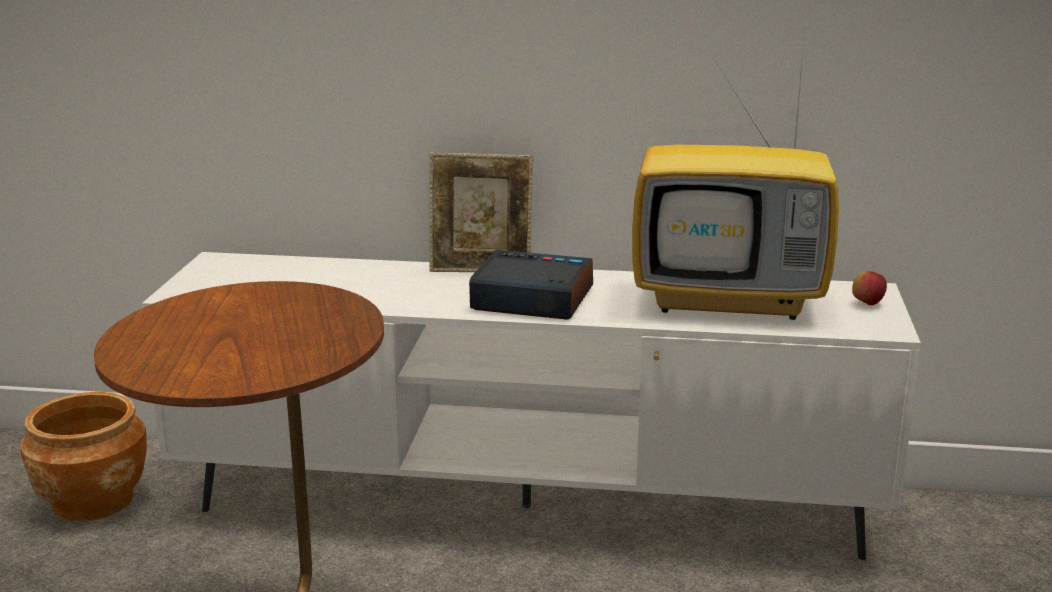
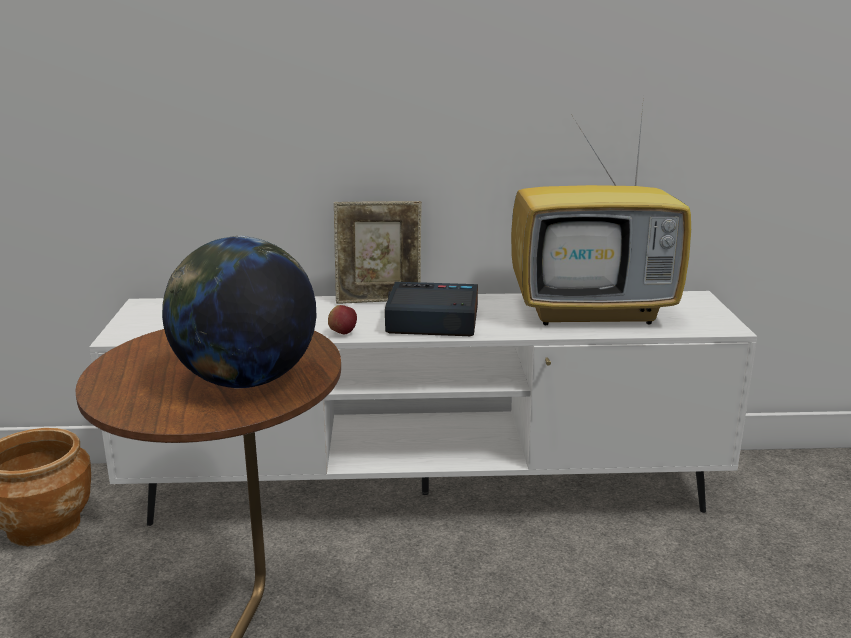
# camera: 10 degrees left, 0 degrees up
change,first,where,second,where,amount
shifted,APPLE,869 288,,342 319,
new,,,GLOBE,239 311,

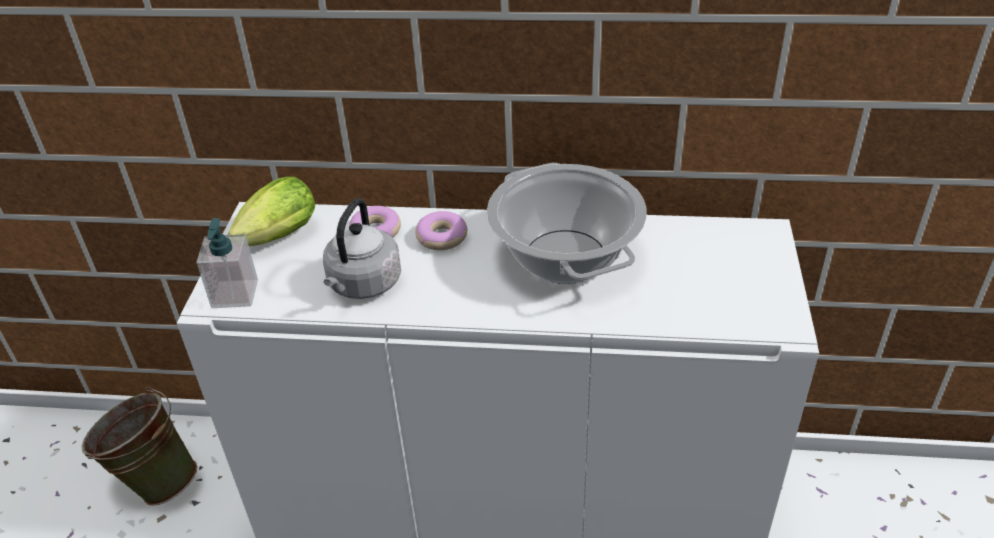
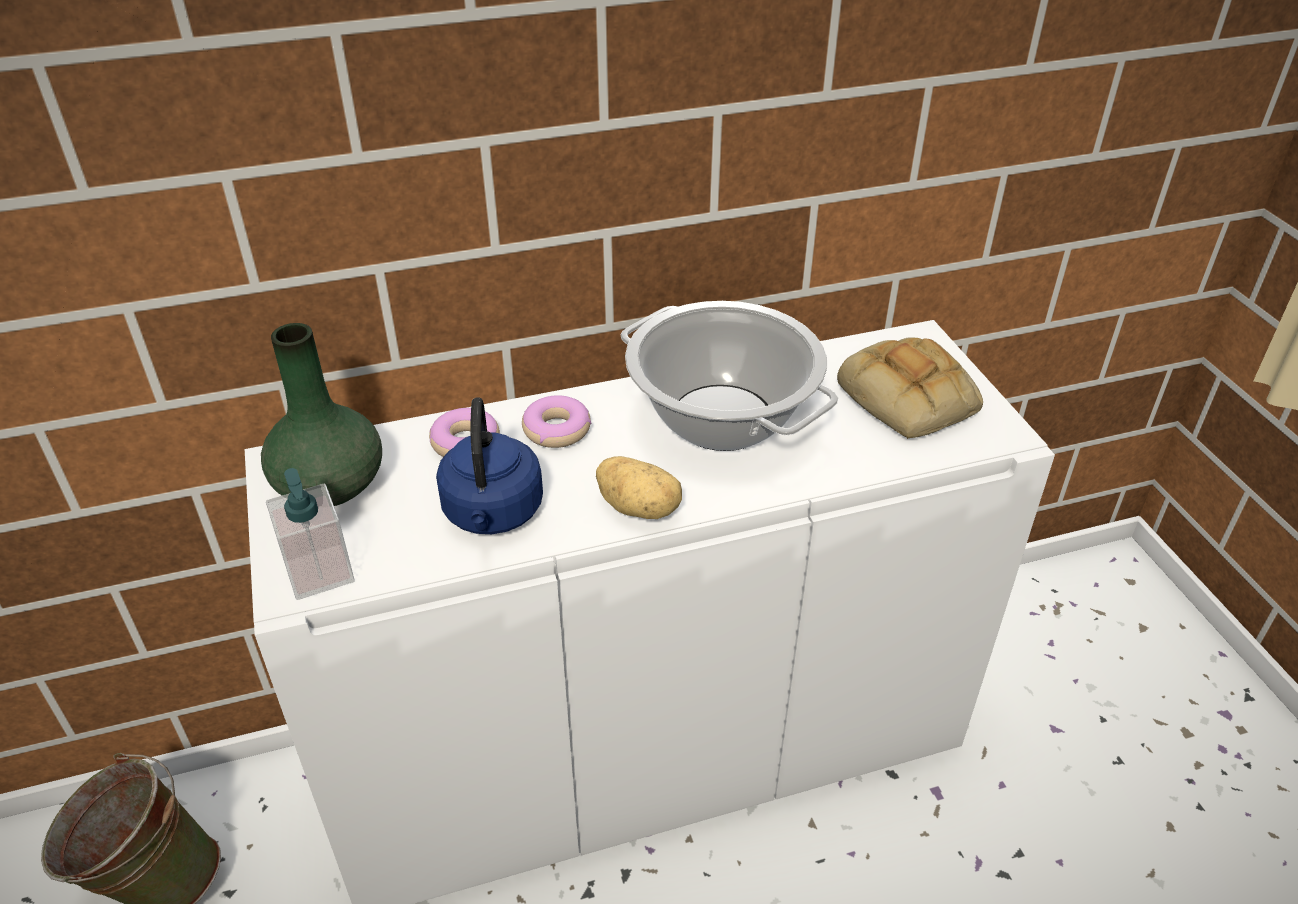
# camera: 25 degrees left, 0 degrees up
change,first,where,second,where,amount
swapped,LETTUCE,271 211,GREEN VASE,321 414,
repainted,GREY KETTLE,362 248,BLUE KETTLE,489 465,
new,,,POTATO,639 487,
new,,,BREAD,910 388,

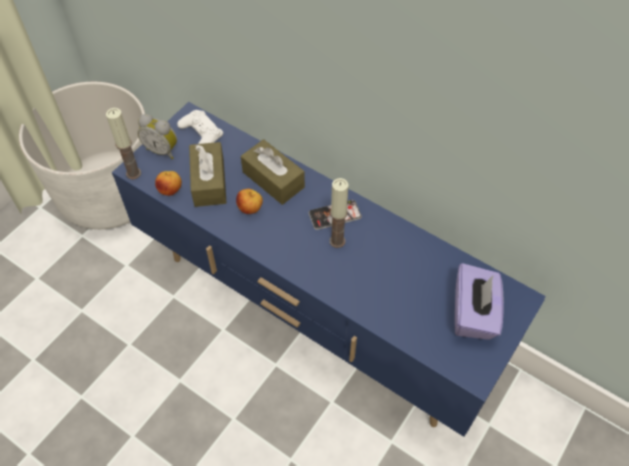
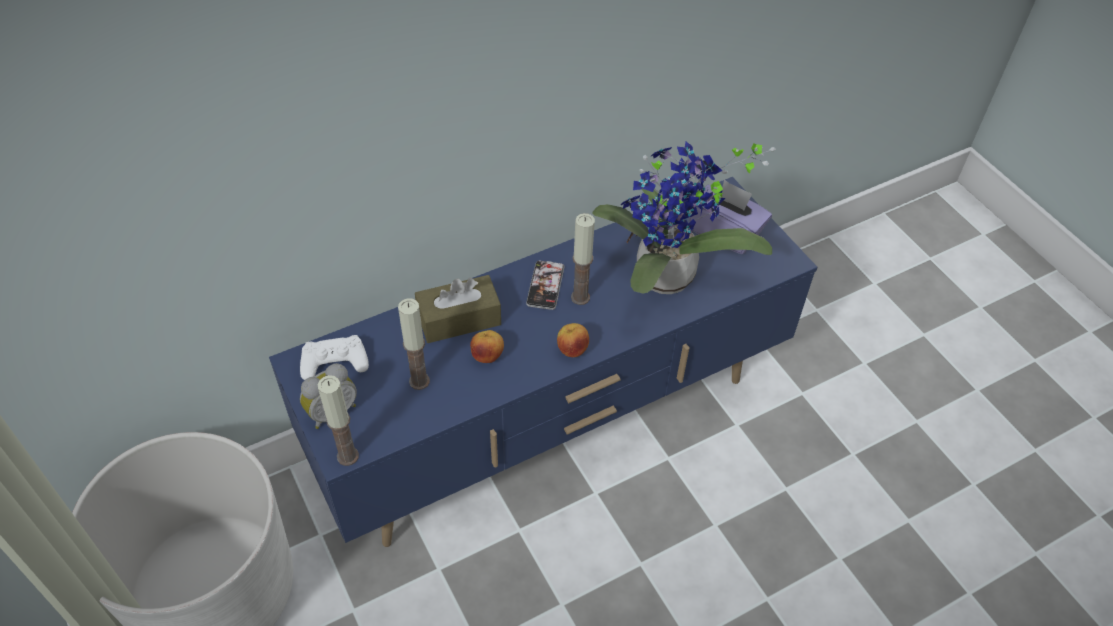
# camera: 65 degrees left, 5 degrees down
change,first,where,second,where,amount
shifted,APPLE,168 183,,573 340,
swapped,BROWN TISSUE BOX,208 174,CANDLE,414 344,
new,,,POTTED PLANT,684 217,

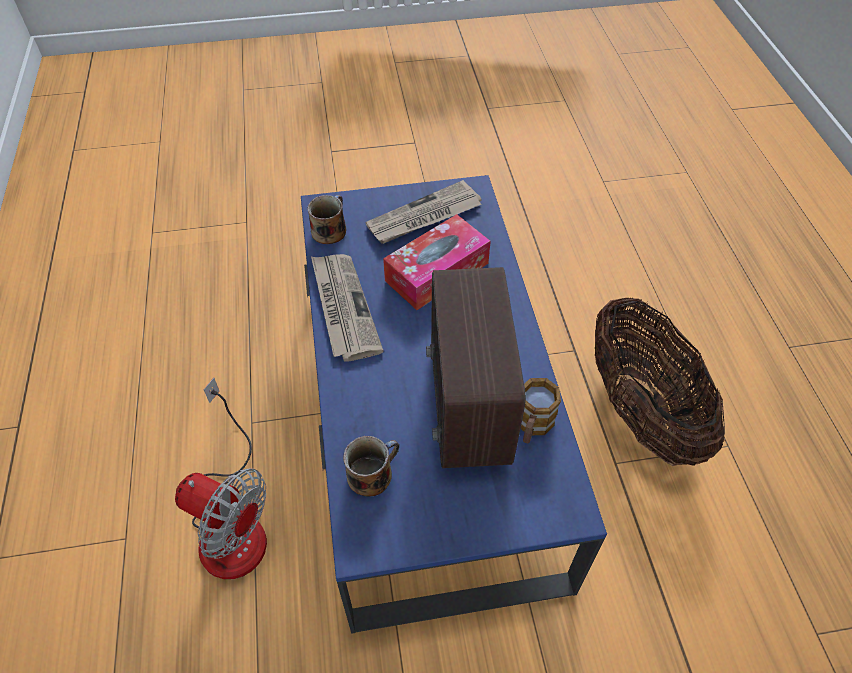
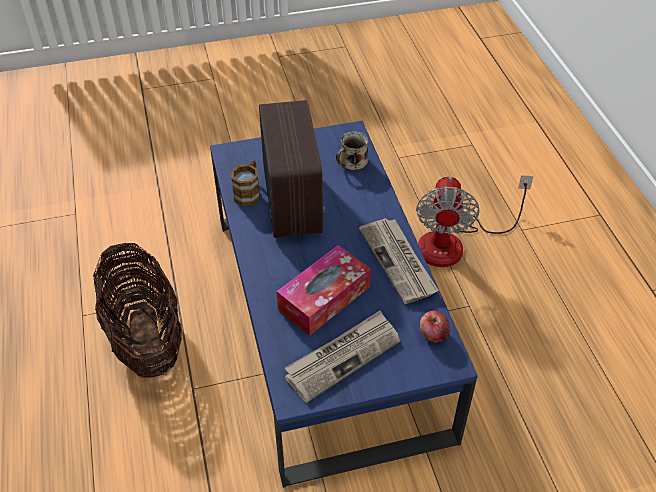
# camera: 175 degrees right, 5 degrees down
change,first,where,second,where,amount
rotated,FAN,221 478,,474 221,105 degrees counterclockwise
swapped,MUG,326 219,APPLE,435 327,

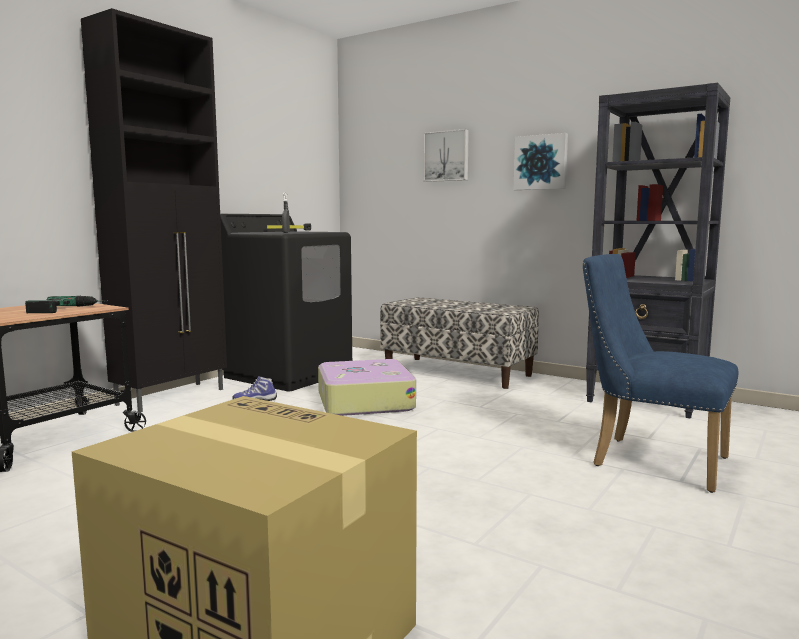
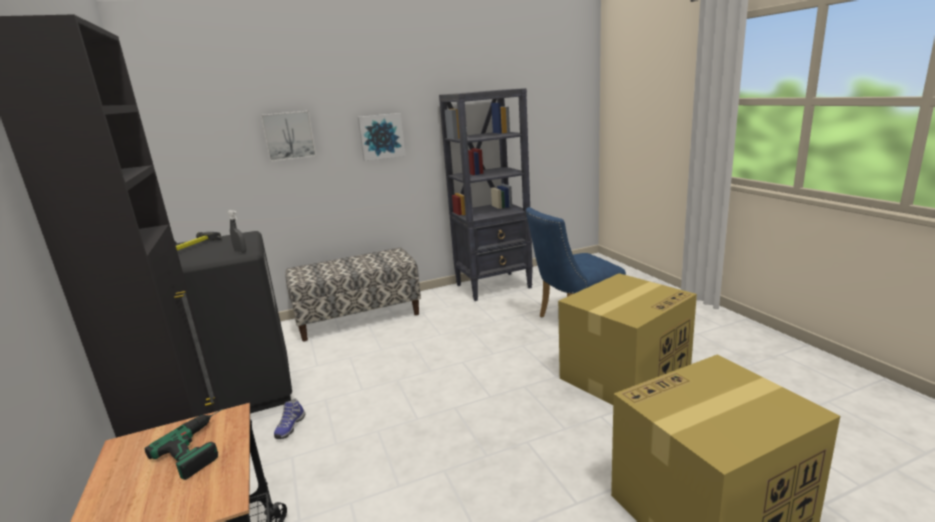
# camera: 55 degrees left, 10 degrees up
change,first,where,second,where,amount
gone,SUITCASE,367 387,,,
new,,,CARDBOARD BOX,627 339,

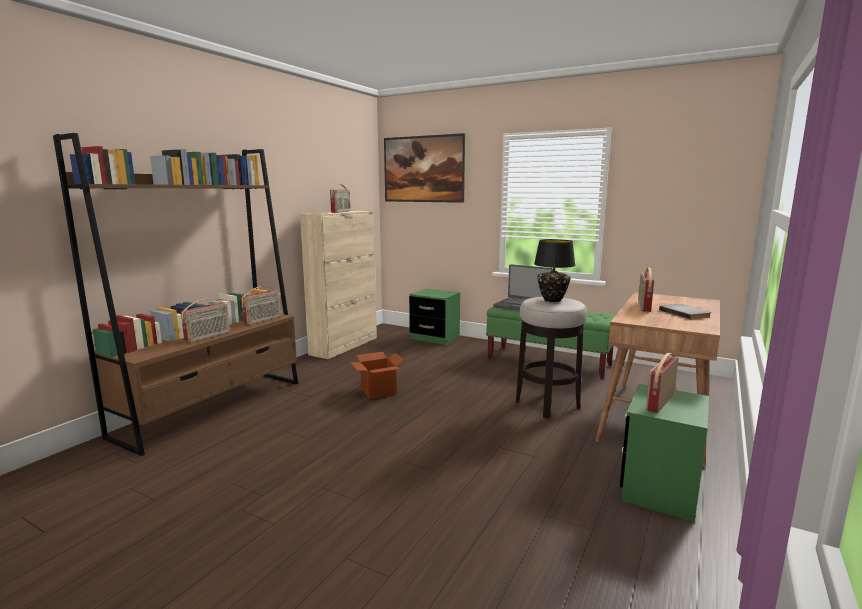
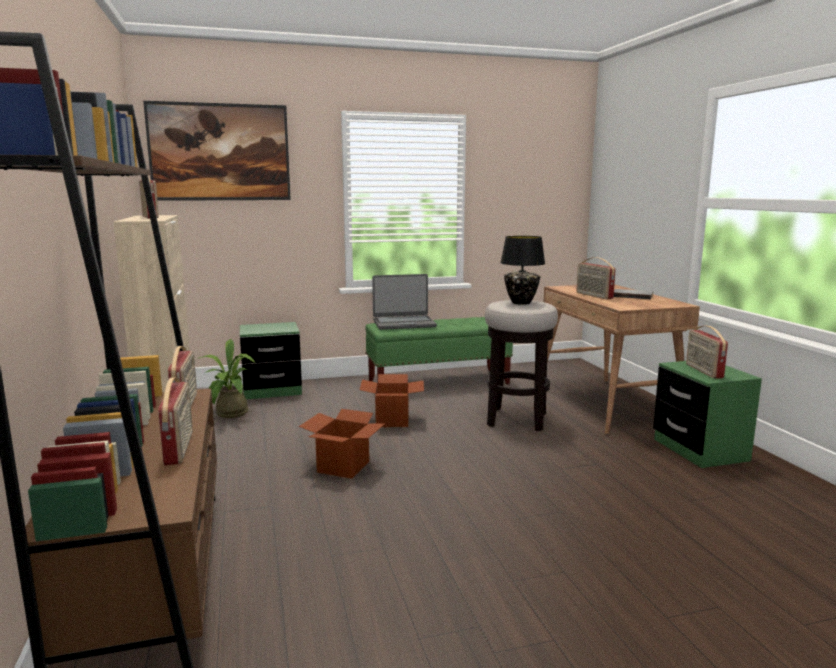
# camera: 45 degrees left, 0 degrees up
change,first,where,second,where,amount
new,,,POTTED PLANT,227 378,
new,,,CARDBOARD BOX,392 400,

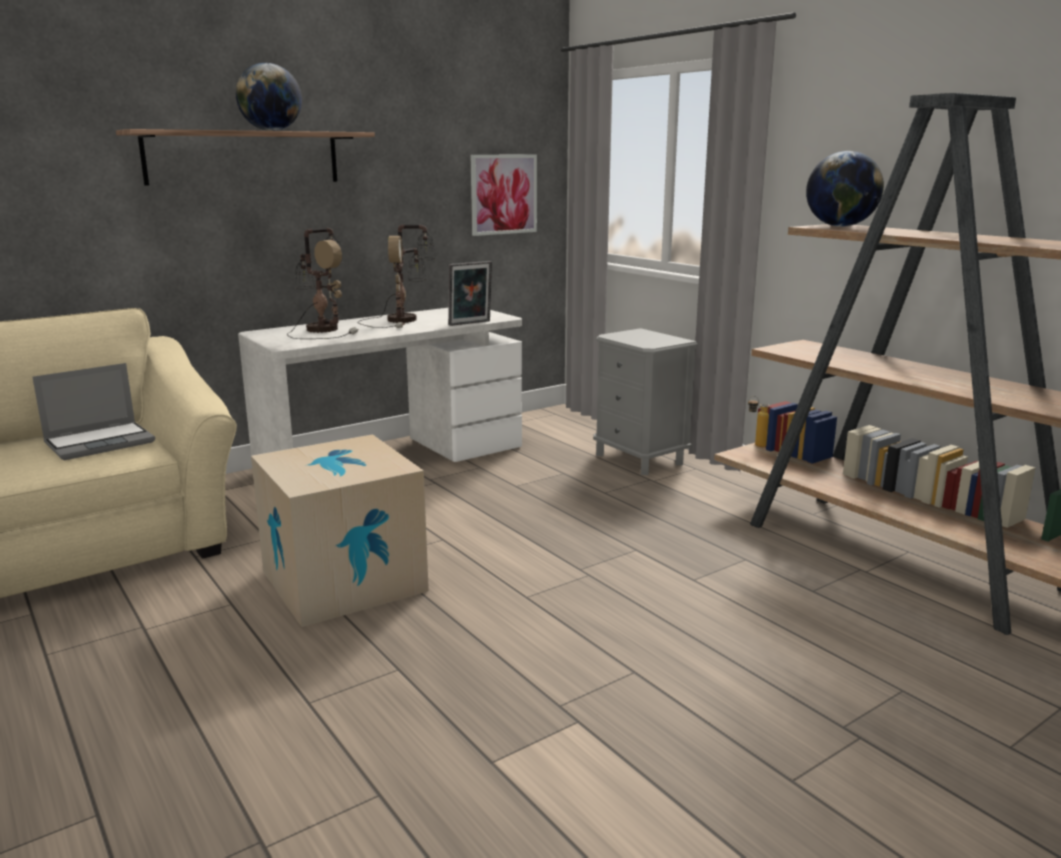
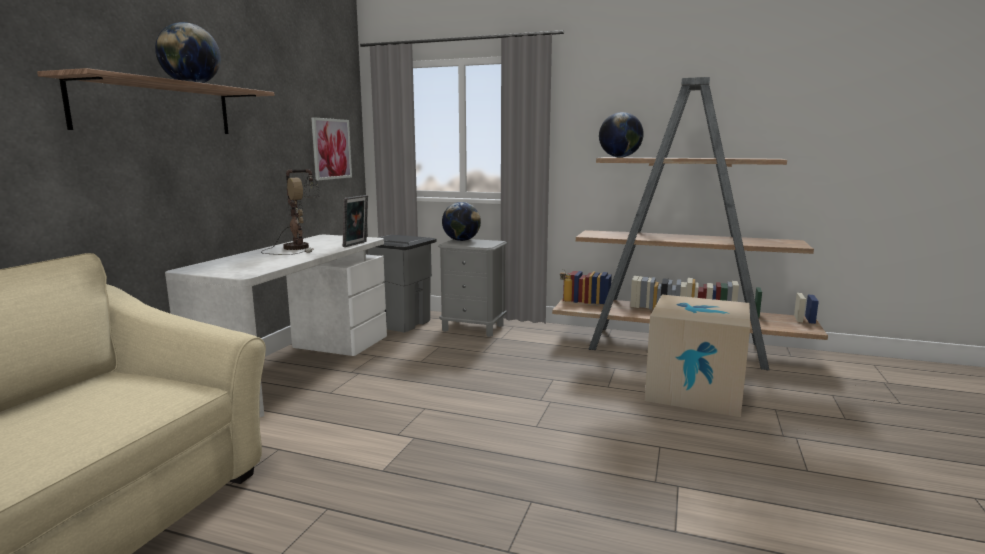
# camera: 35 degrees left, 5 degrees down
change,first,where,second,where,amount
gone,LAPTOP,93 411,,,
shifted,CARDBOARD BOX,340 530,,697 356,
gone,TABLE LAMP,323 283,,,
new,,,GREY TRASH CAN,402 284,
new,,,GLOBE,461 221,

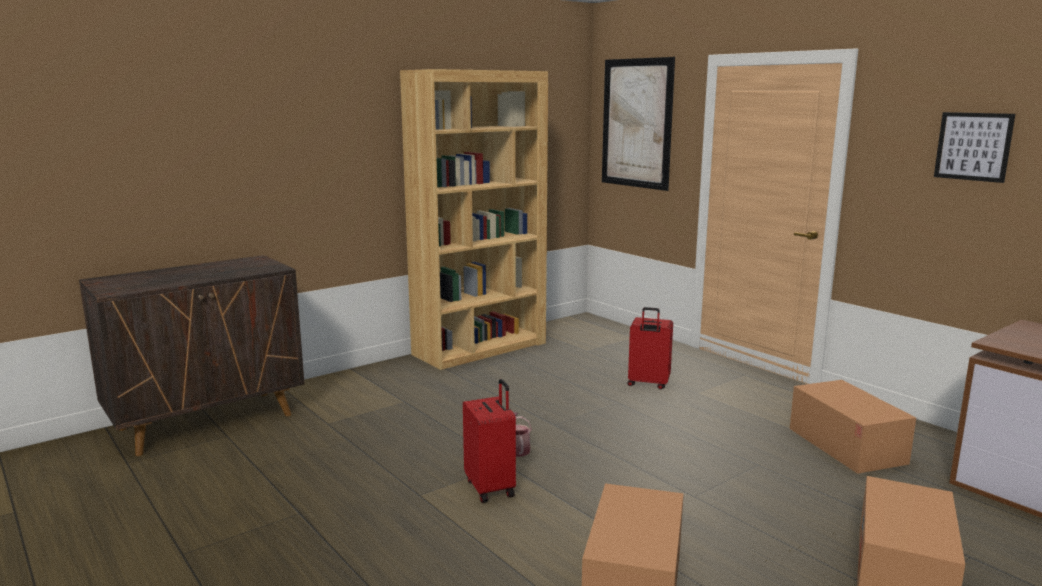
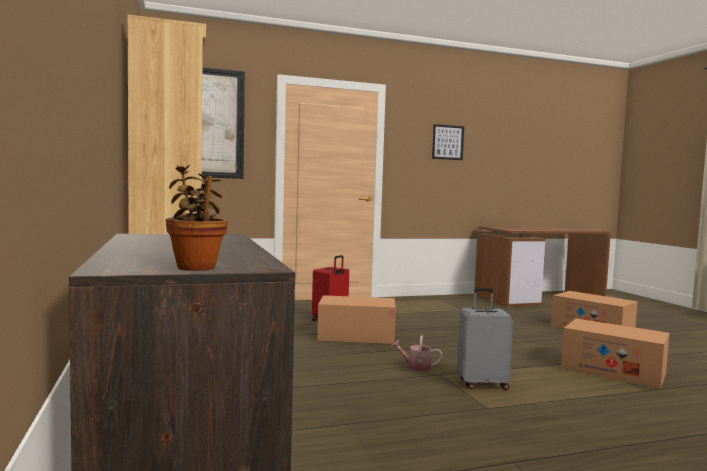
# camera: 70 degrees left, 10 degrees down
change,first,where,second,where,amount
repainted,RED SUITCASE,489 441,GREY SUITCASE,485 339,
shifted,CARDBOARD BOX,853 427,,356 319,
new,,,POTTED PLANT,197 218,

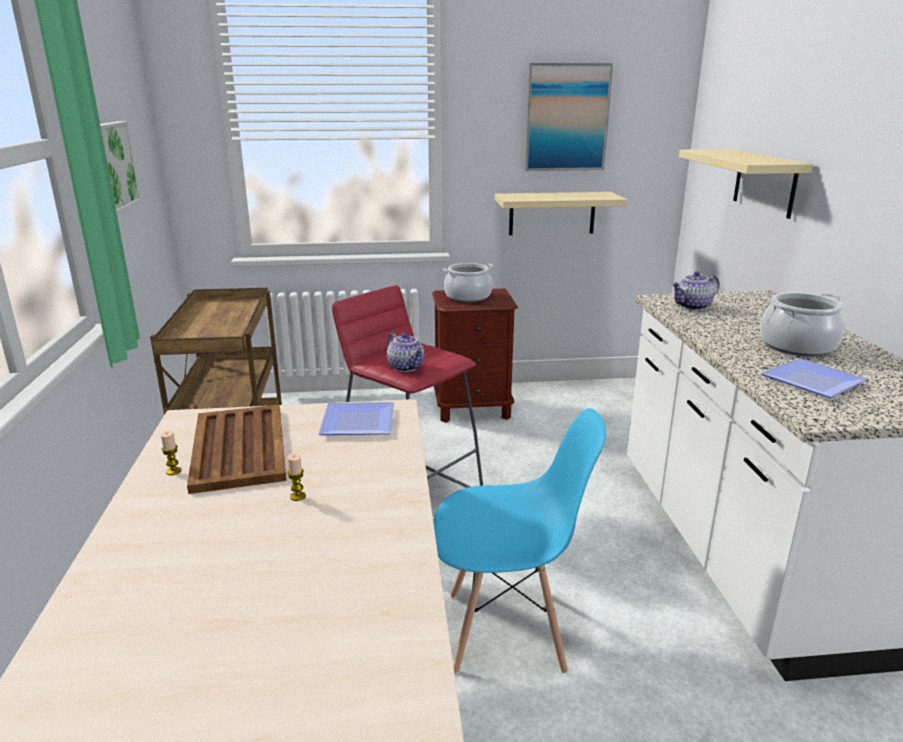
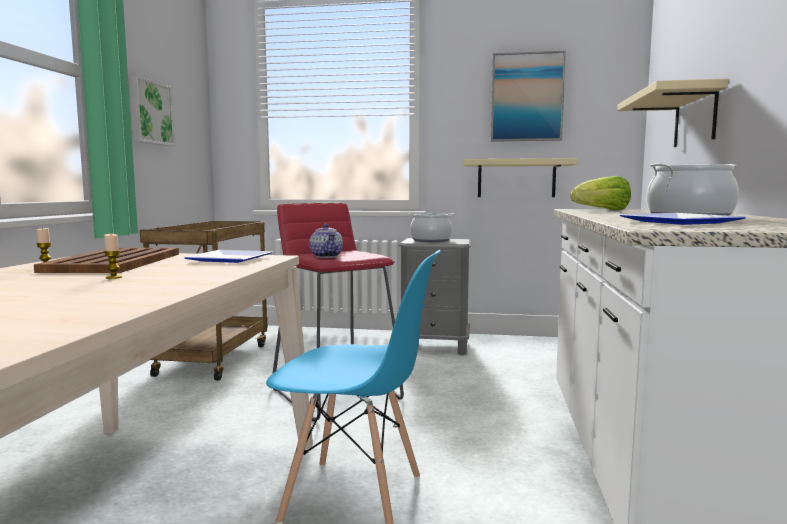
# camera: 15 degrees right, 15 degrees down
change,first,where,second,where,amount
repainted,BROWN NIGHTSTAND,475 356,GREY NIGHTSTAND,435 296,
swapped,TEAPOT,696 290,LETTUCE,600 193,

